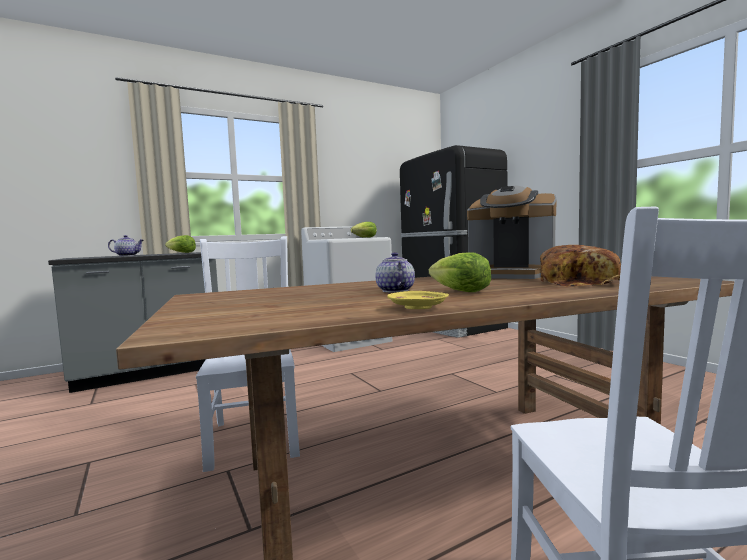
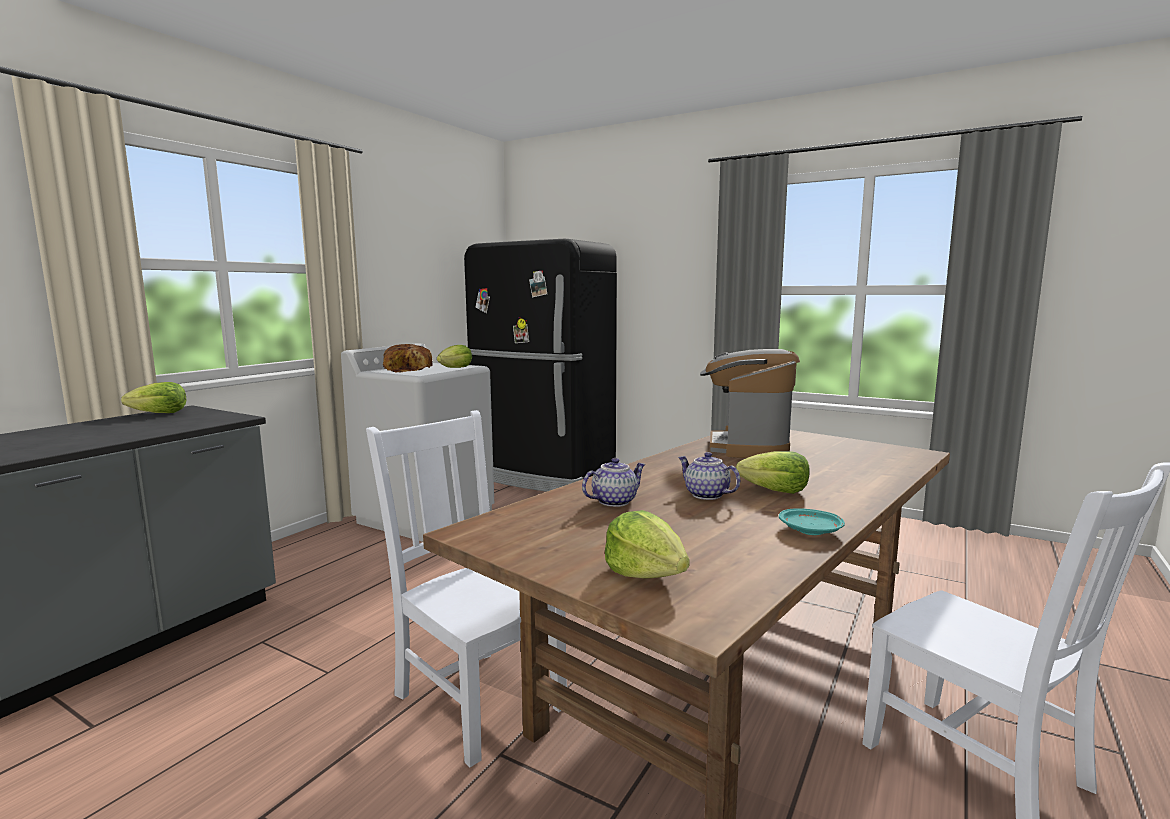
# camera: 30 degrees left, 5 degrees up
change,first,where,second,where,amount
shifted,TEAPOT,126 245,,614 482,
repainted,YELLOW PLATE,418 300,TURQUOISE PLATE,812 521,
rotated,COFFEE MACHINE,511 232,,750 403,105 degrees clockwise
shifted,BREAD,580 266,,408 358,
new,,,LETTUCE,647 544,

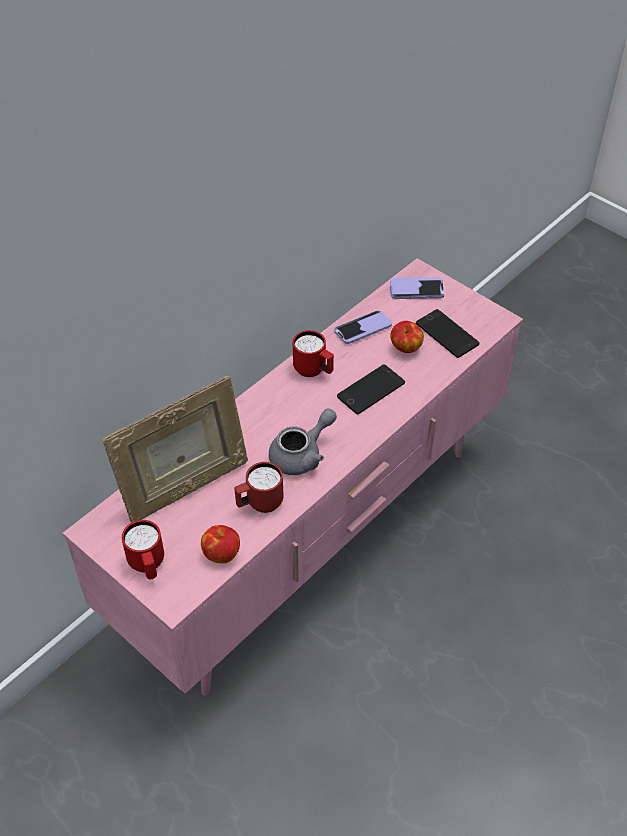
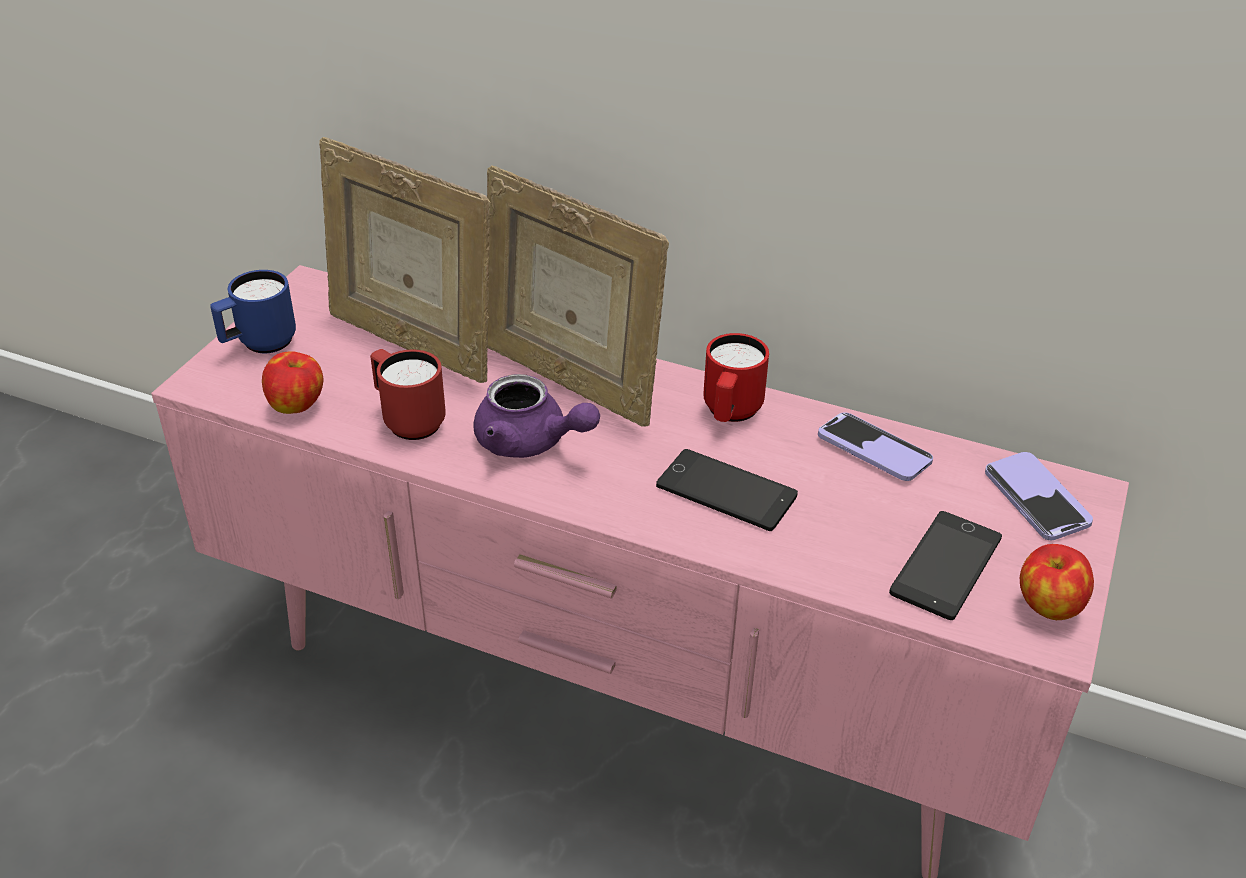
# camera: 70 degrees right, 10 degrees down
change,first,where,second,where,amount
repainted,RED MUG,143 549,BLUE MUG,253 311,
repainted,GREY TEAPOT,303 441,PURPLE TEAPOT,536 416,
shifted,APPLE,407 337,,1057 582,
new,,,PICTURE FRAME,578 296,

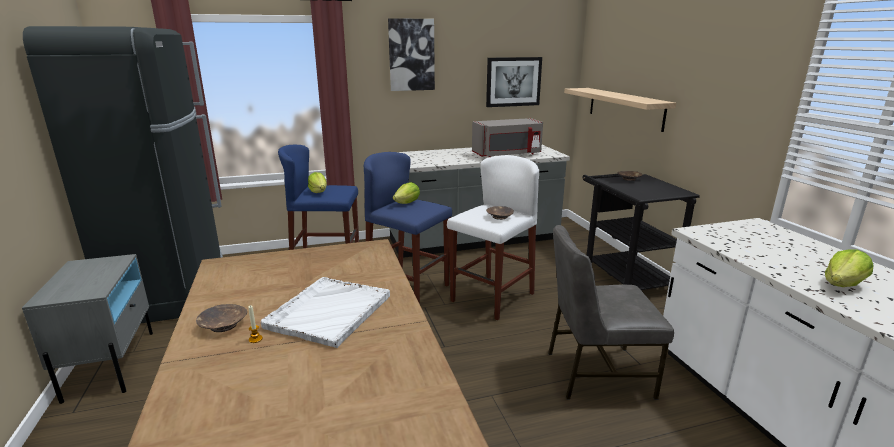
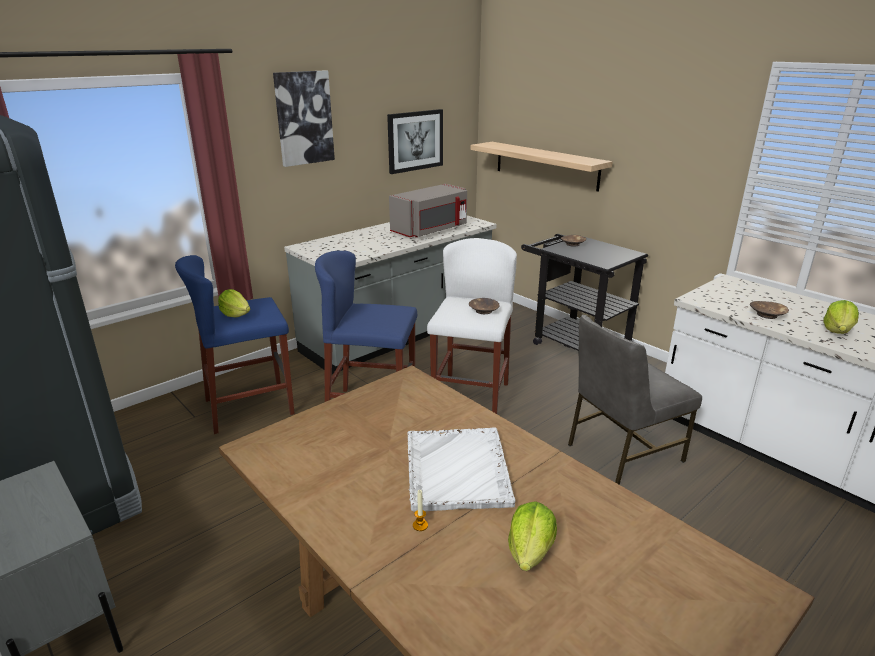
# camera: 25 degrees left, 5 degrees up
change,first,where,second,where,amount
shifted,BROWN BOWL,221 318,,769 310,
shifted,LETTUCE,406 193,,532 536,

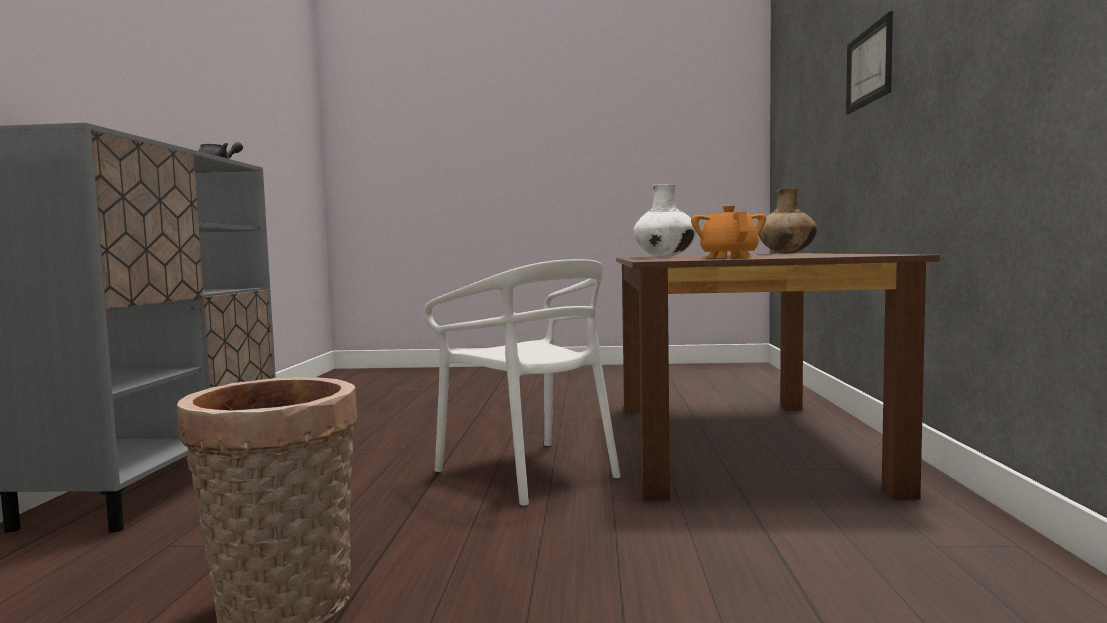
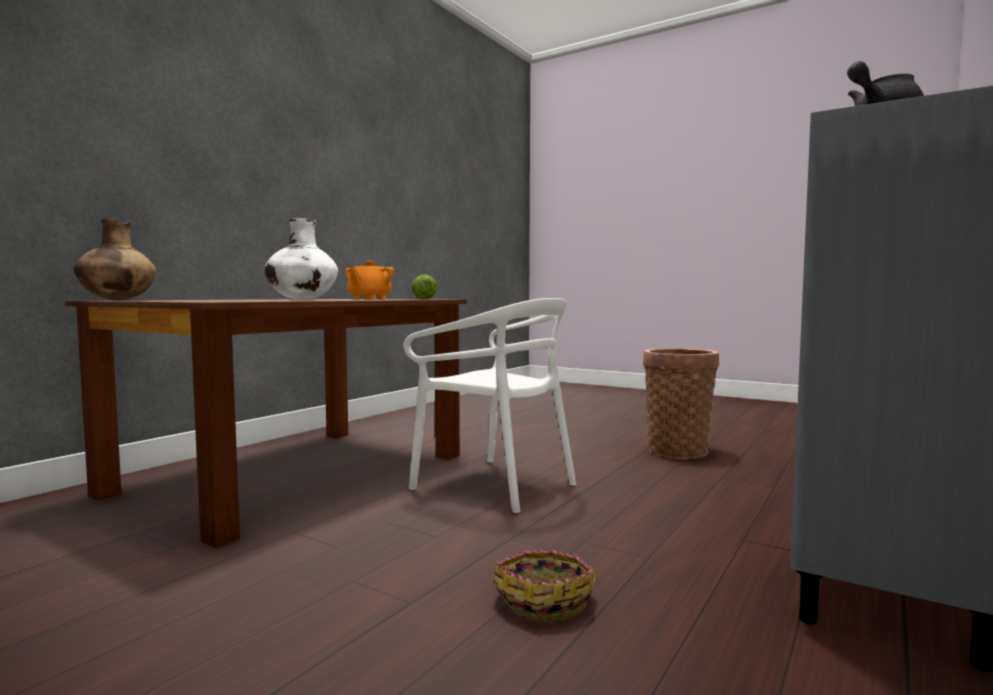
# camera: 150 degrees left, 0 degrees up
change,first,where,second,where,amount
rotated,WHITE CHAIR,522 382,,489 406,135 degrees clockwise
gone,PICTURE,869 62,,,
new,,,LETTUCE,424 286,
new,,,BASKET,545 585,

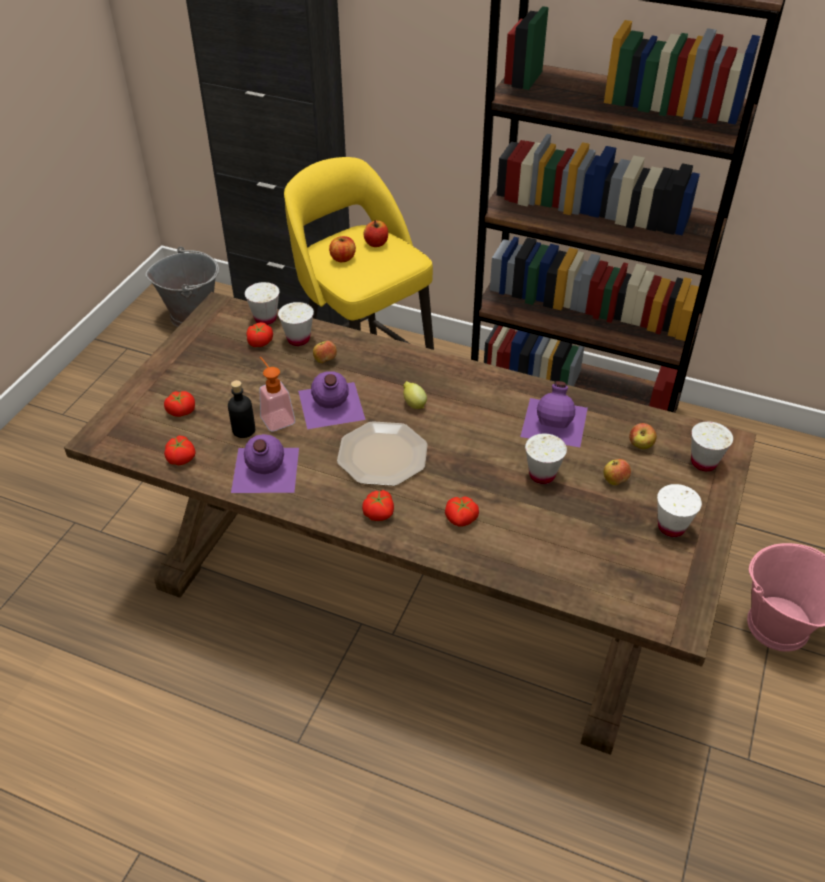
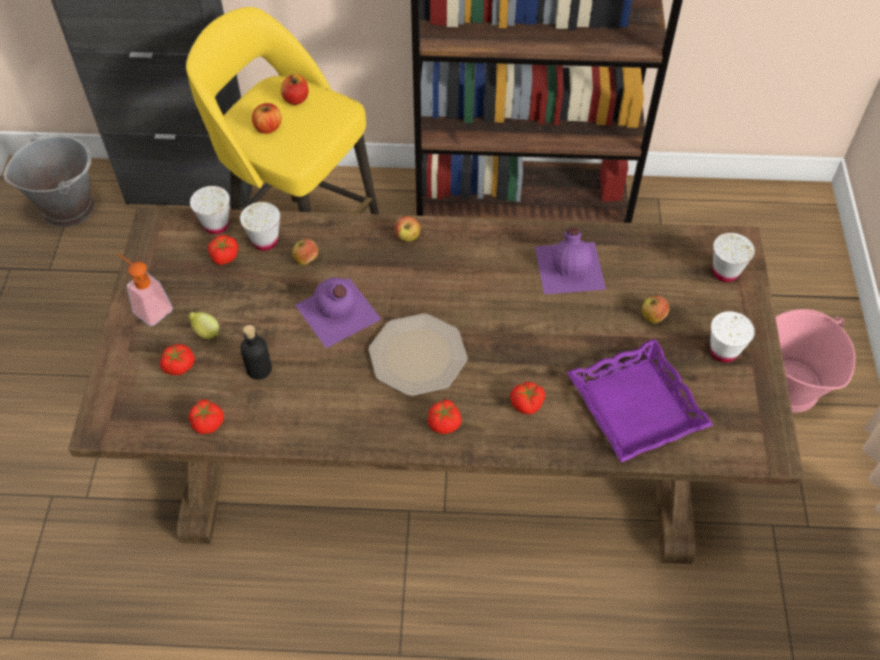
# camera: 20 degrees left, 10 degrees up
change,first,where,second,where,amount
gone,PURPLE BOTTLE,265 463,,,
shifted,SOAP DISPENSER,277 394,,145 290,
shifted,LEMON,415 395,,204 325,
gone,WHITE CUP,546 458,,,
shifted,APPLE,643 436,,407 229,
new,,,PURPLE TRAY,640 400,

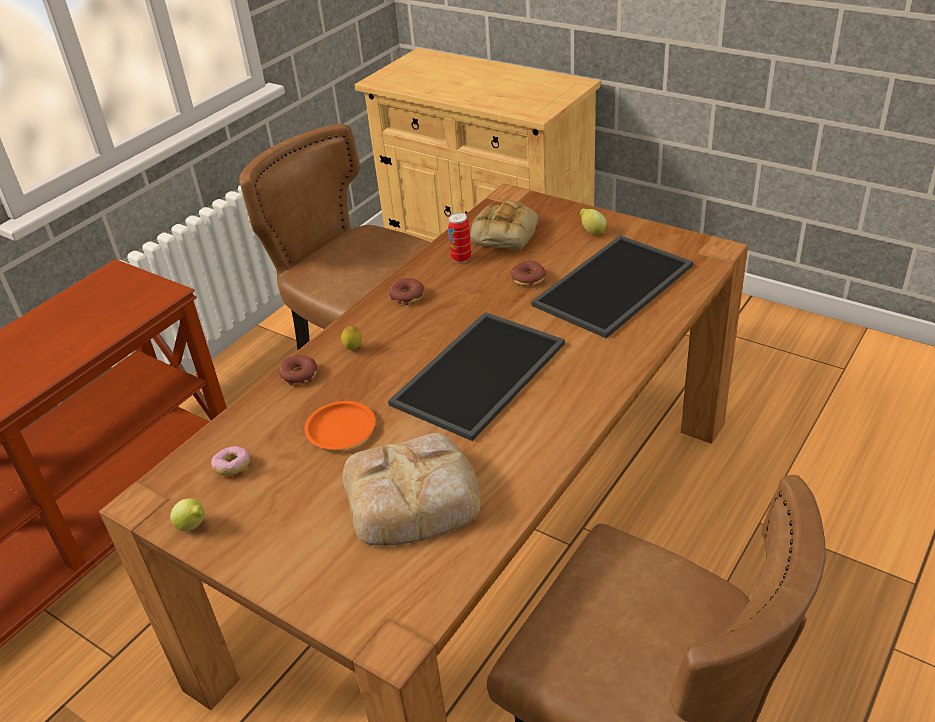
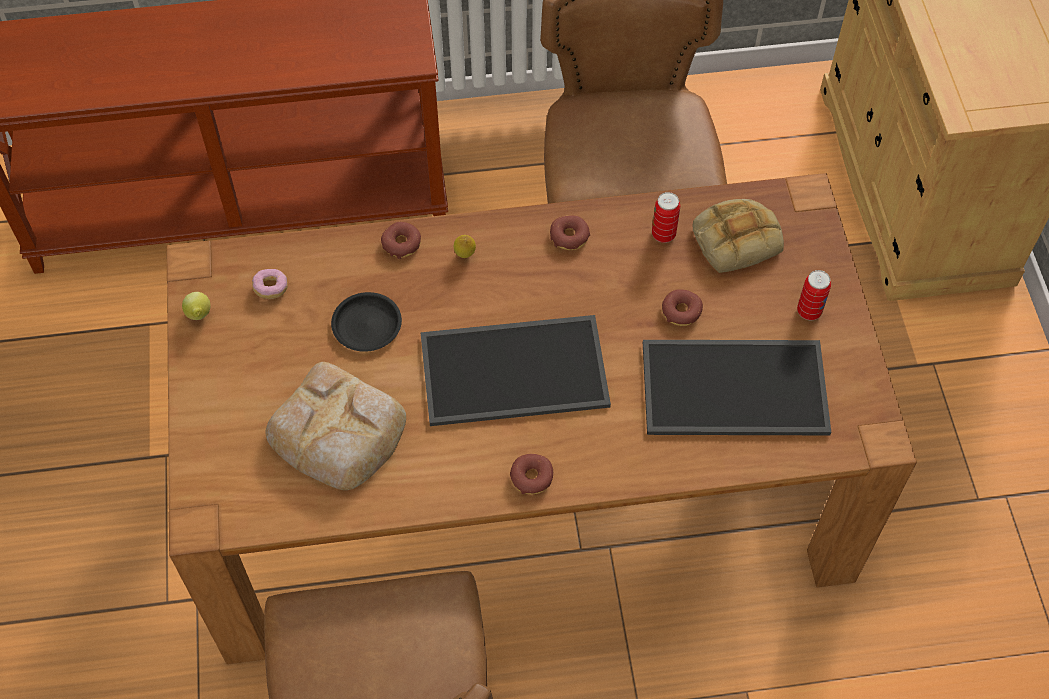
# camera: 45 degrees right, 20 degrees up
change,first,where,second,where,amount
repainted,ORANGE PLATE,340 425,BLACK PLATE,366 322,
swapped,LEMON,593 221,CAN,814 295,
new,,,DONUT,531 474,

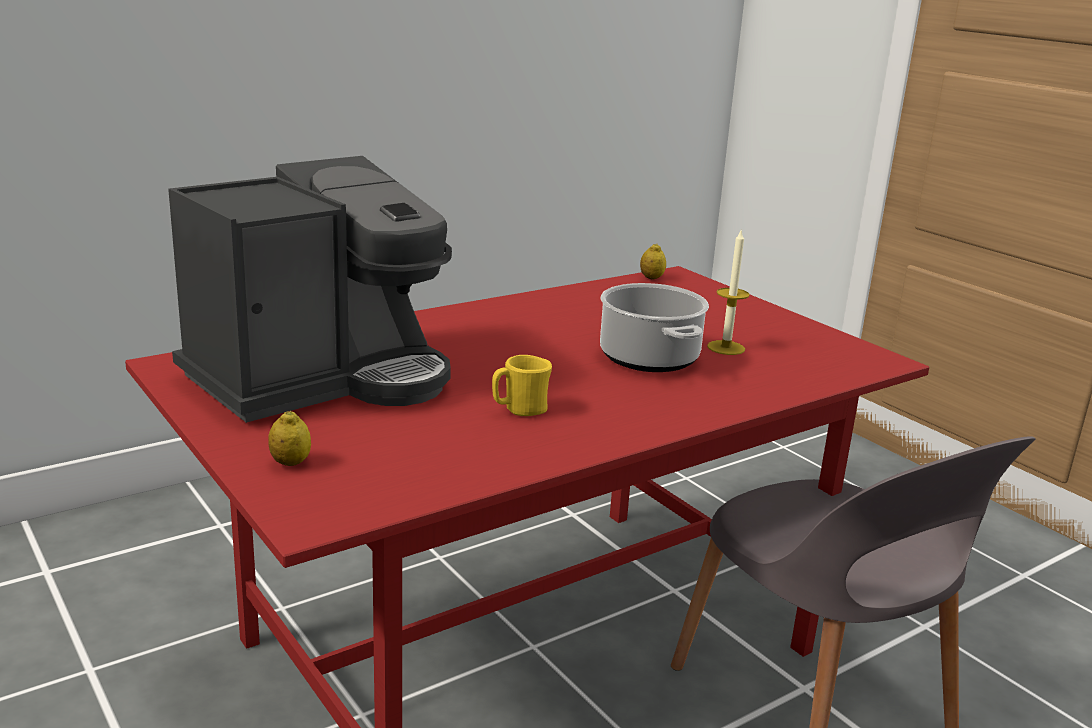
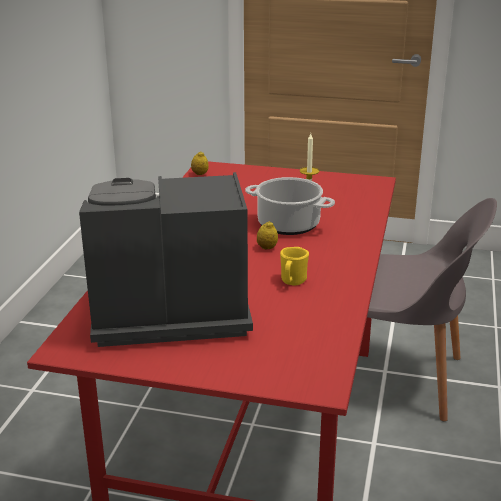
# camera: 40 degrees left, 5 degrees up
change,first,where,second,where,amount
rotated,COFFEE MACHINE,310 289,,166 259,105 degrees counterclockwise
shifted,LEMON,289 438,,267 235,

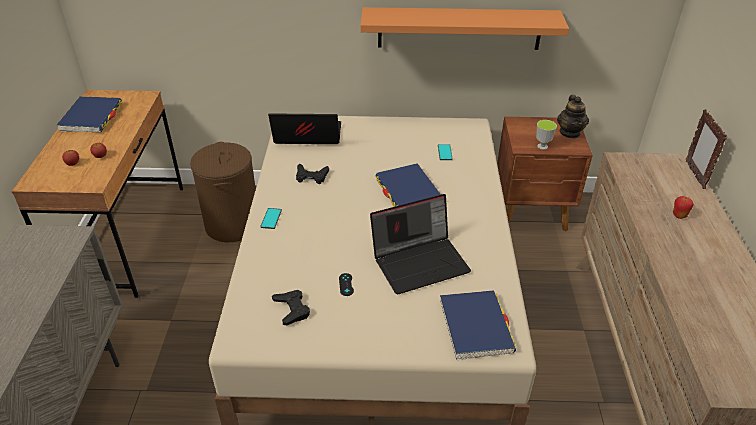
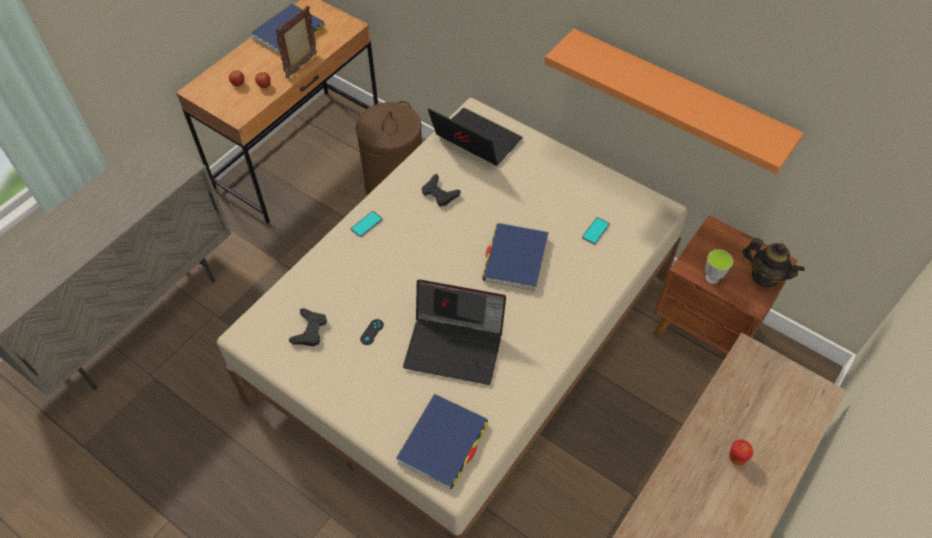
# camera: 35 degrees right, 15 degrees up
change,first,where,second,where,amount
rotated,TEAPOT,573 117,,774 262,90 degrees counterclockwise
shifted,PICTURE FRAME,706 149,,296 42,

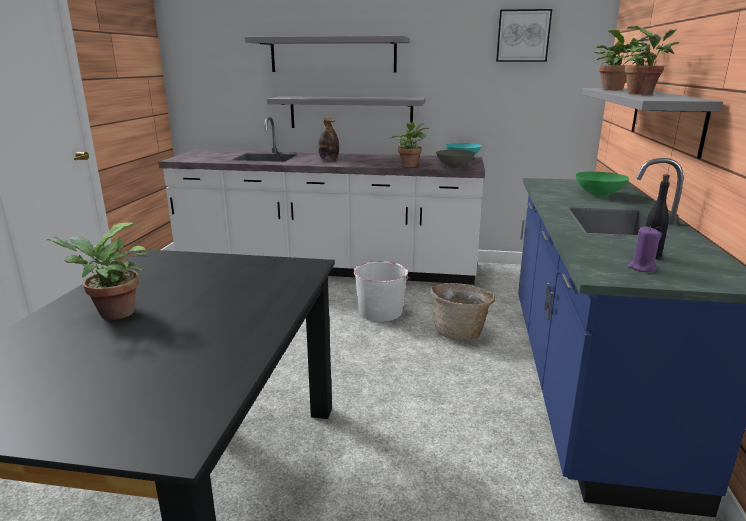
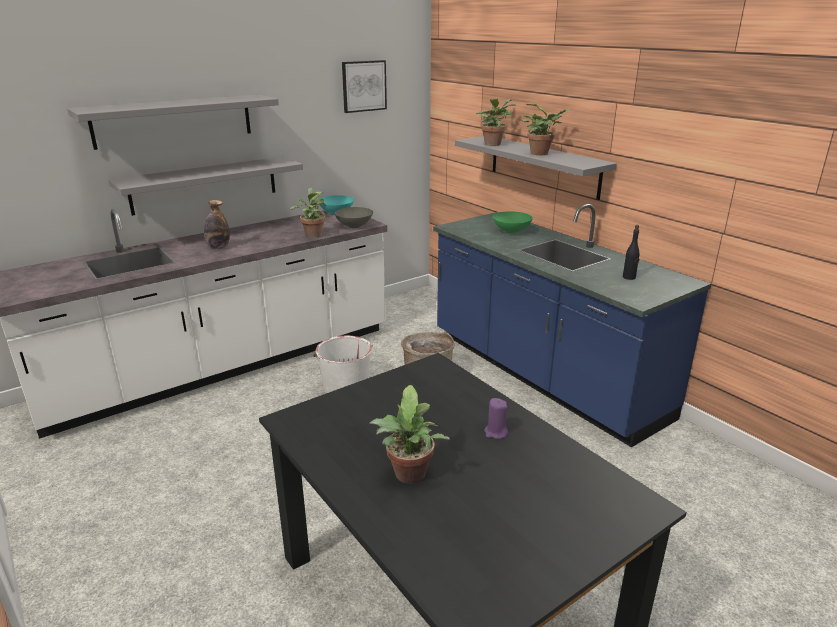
# camera: 45 degrees left, 5 degrees up
change,first,where,second,where,amount
shifted,PURPLE CANDLE,644 249,,496 418,

